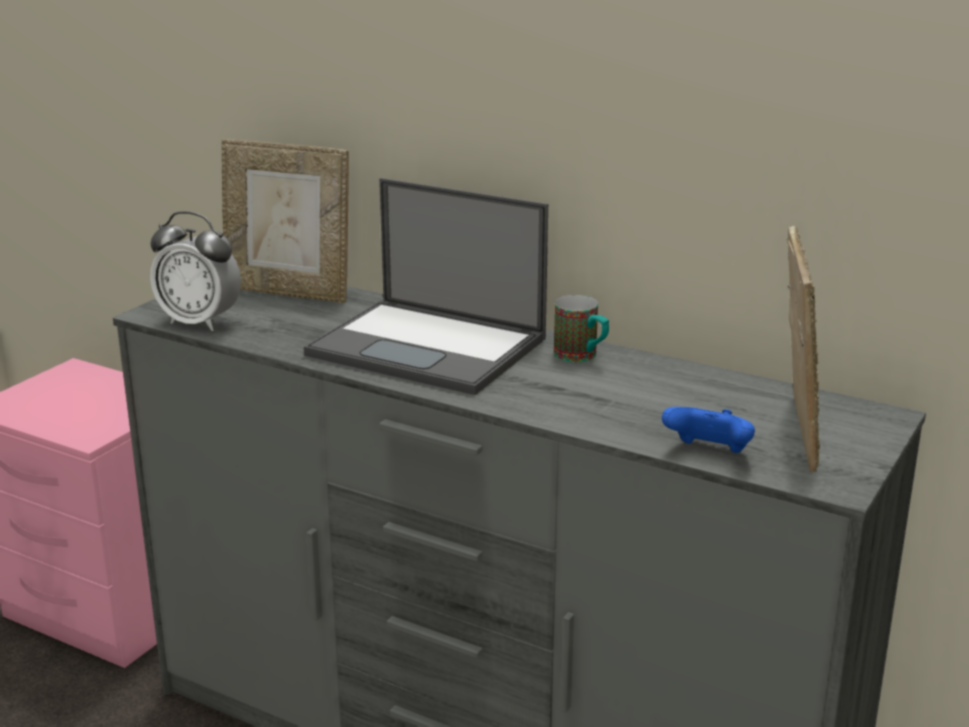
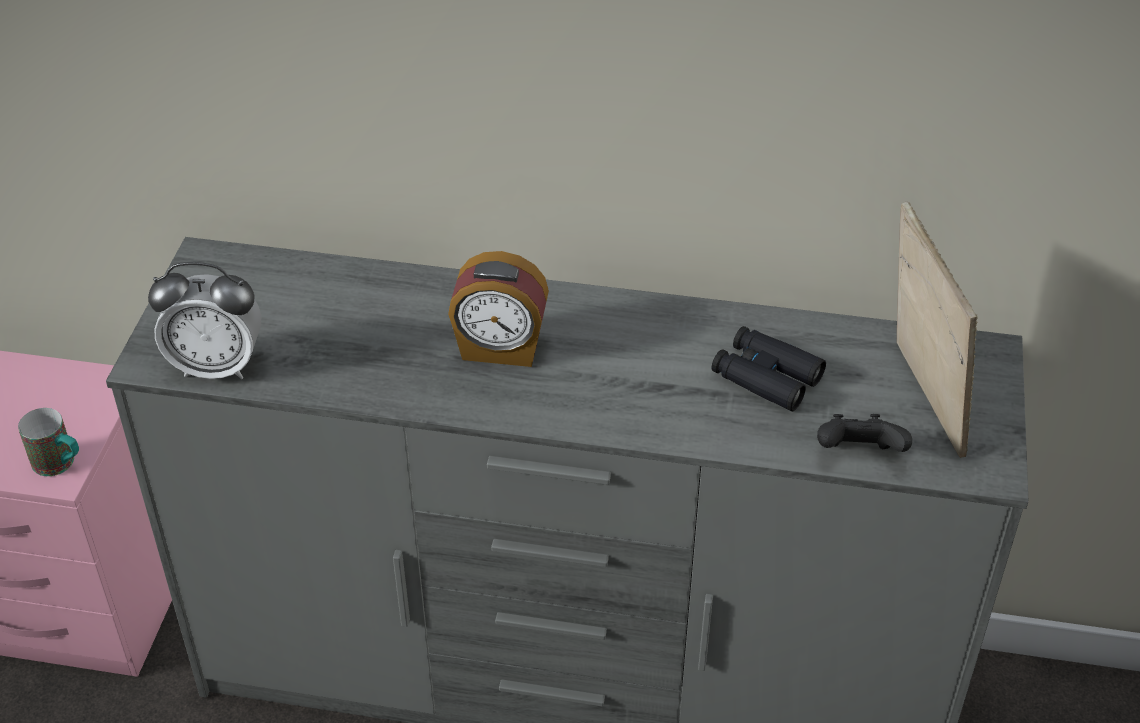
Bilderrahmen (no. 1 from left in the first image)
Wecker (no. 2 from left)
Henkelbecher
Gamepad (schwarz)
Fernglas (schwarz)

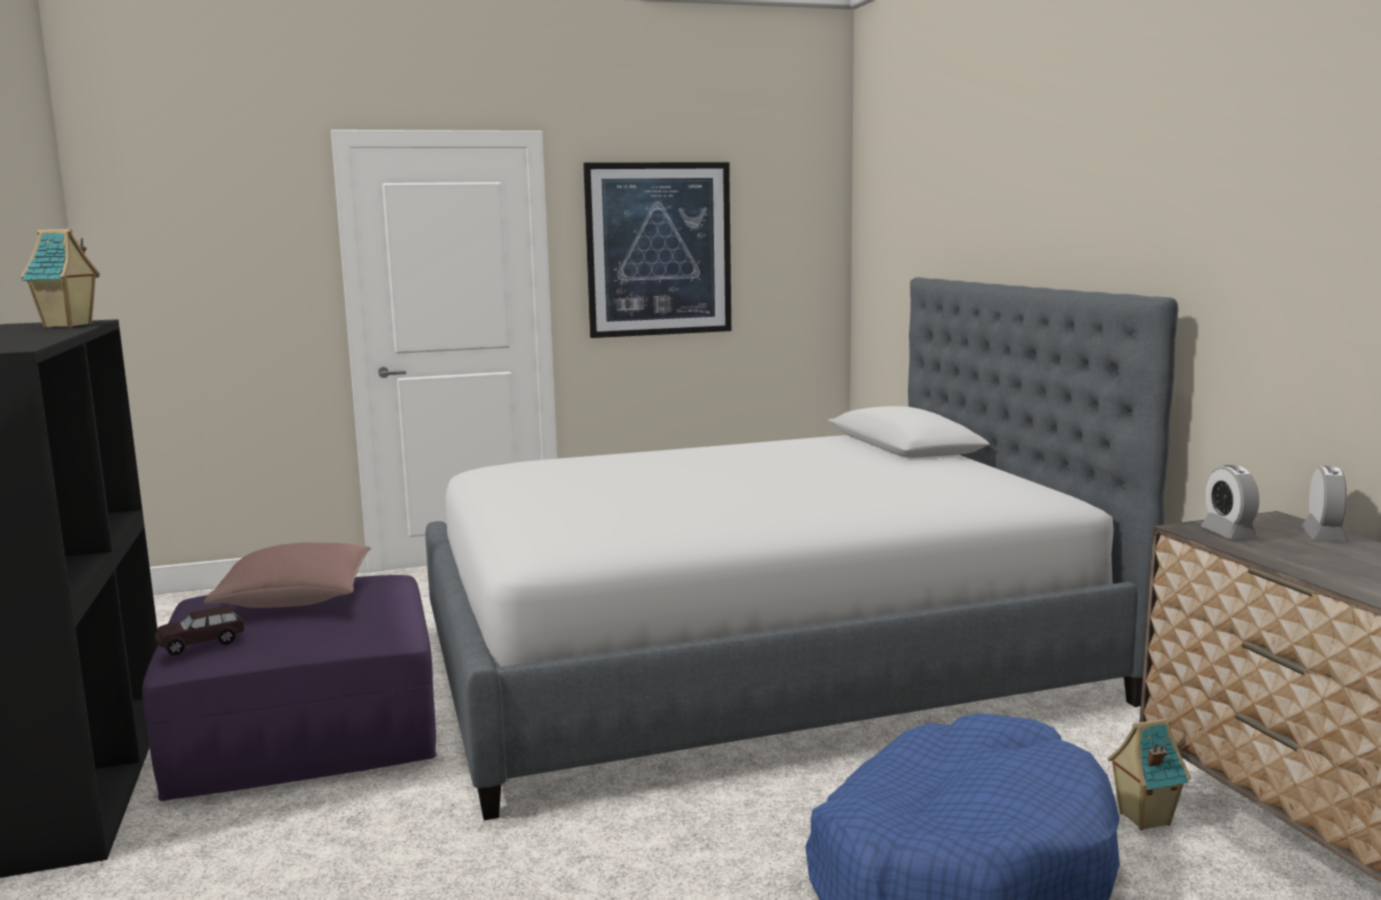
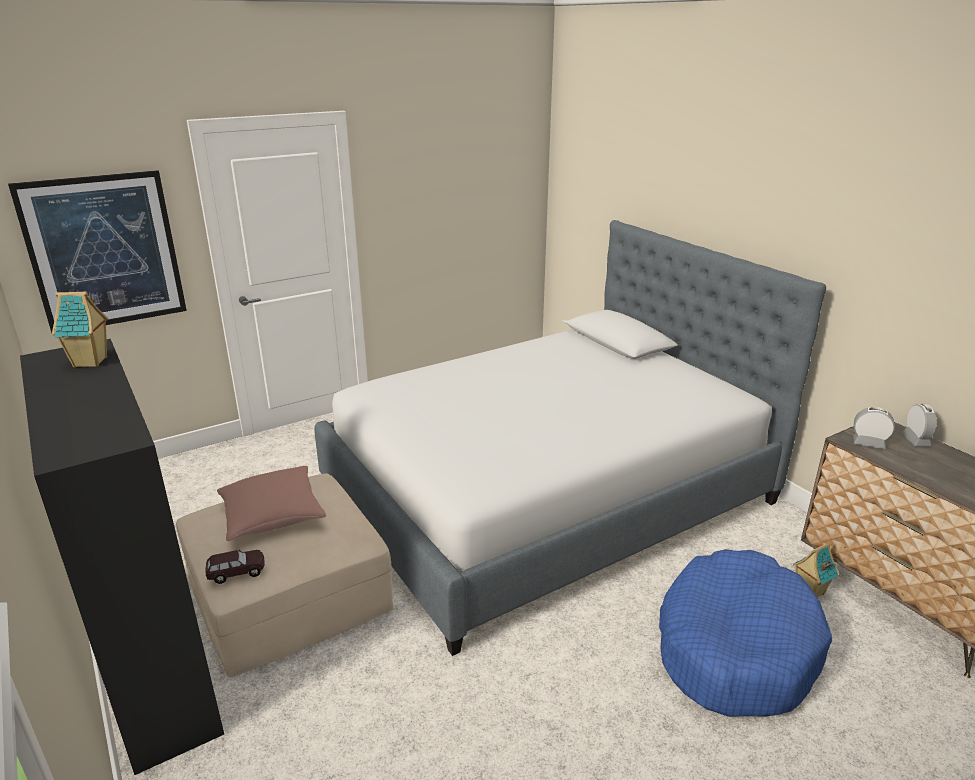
Polsterhocker (beige)
Spielzeugauto (braun)
Bild
Wecker (no. 1 from left)

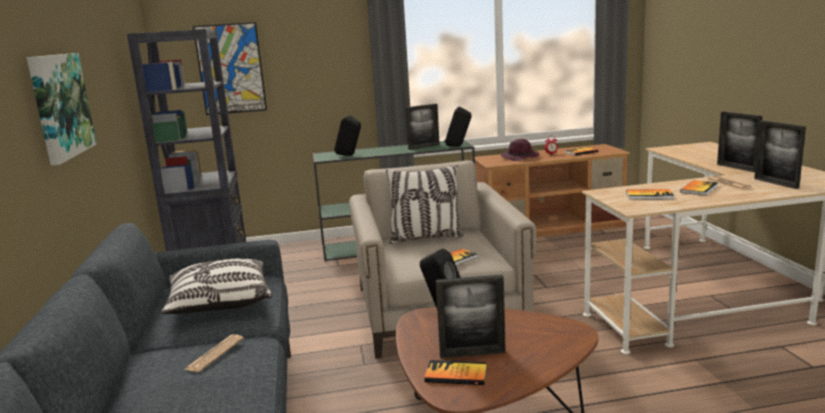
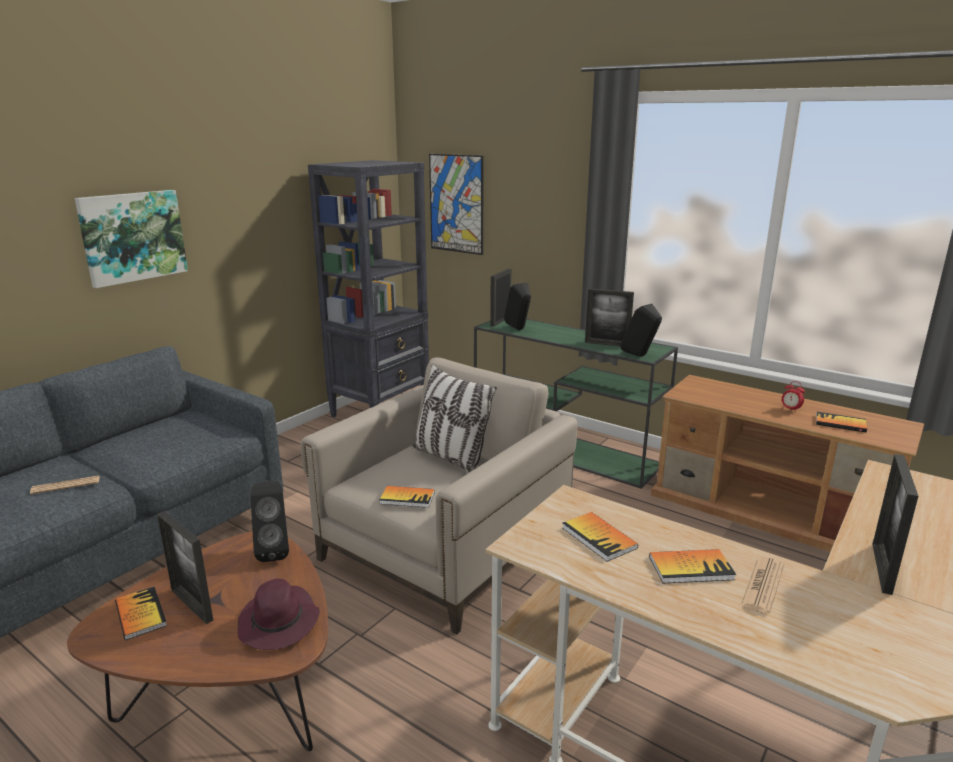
Kissen (no. 1 from left in the first image)
Hut (lila)
Bilderrahmen (no. 2 from left)

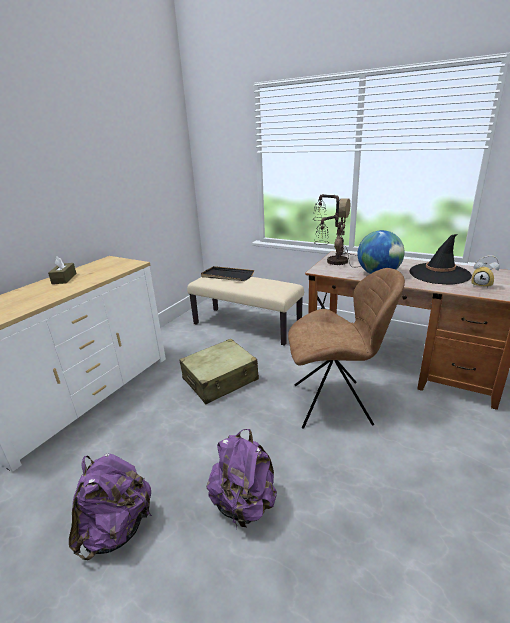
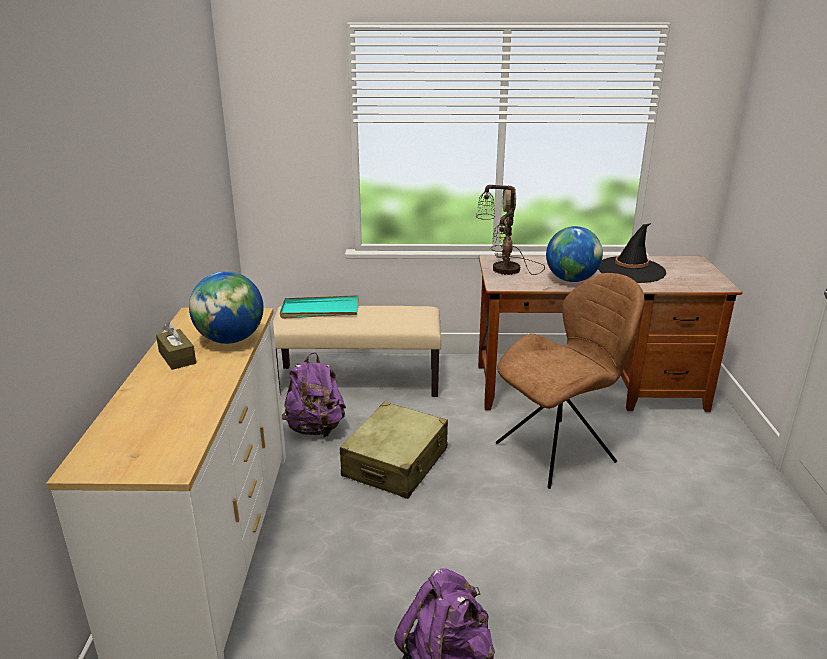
Tablett (türkis)
Rucksack (lila) (no. 1 from left)
Wecker
Globus (no. 1 from left)

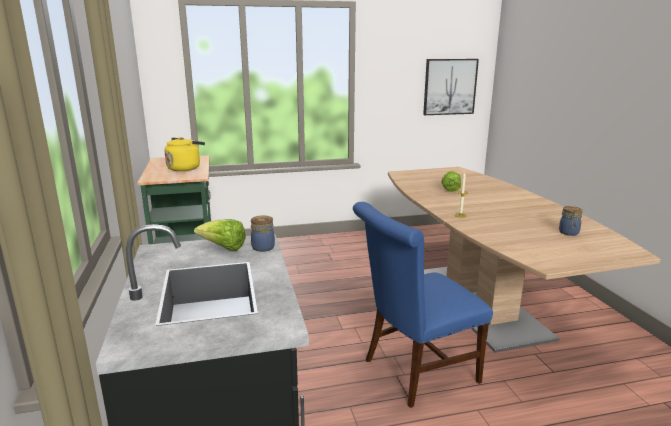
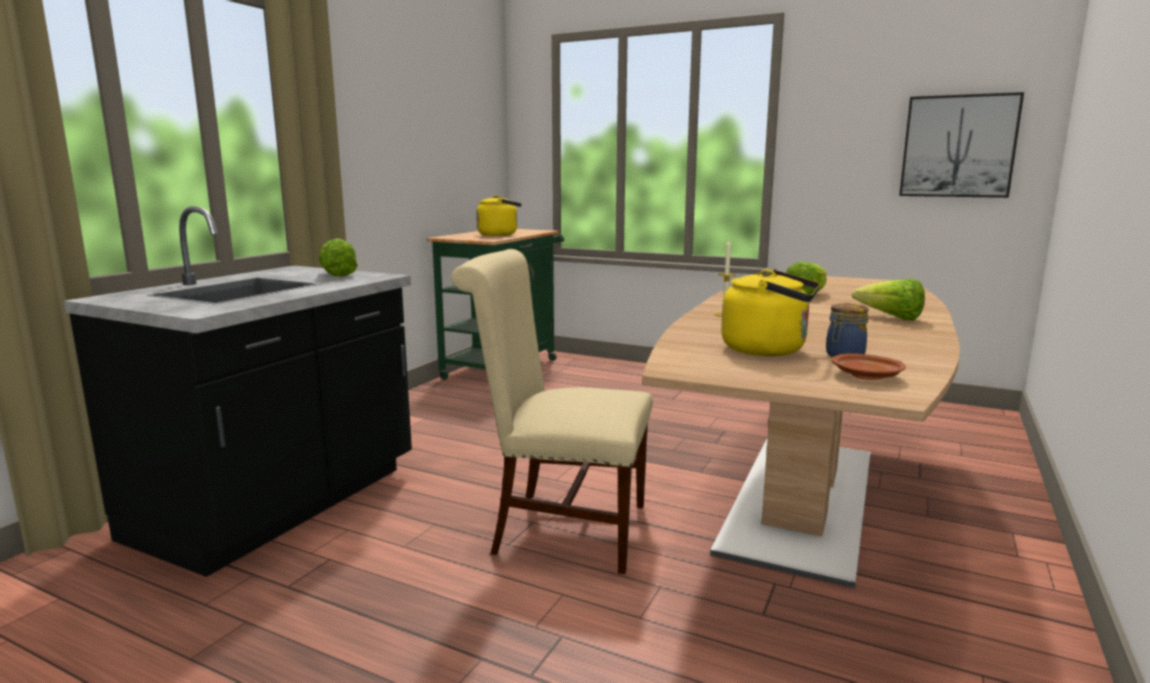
Vorratsglas (no. 1 from left in the first image)
Stuhl (beige)
Wasserkessel (gelb) (no. 2 from left)
Teller (braun)
Salatkopf (no. 3 from left)

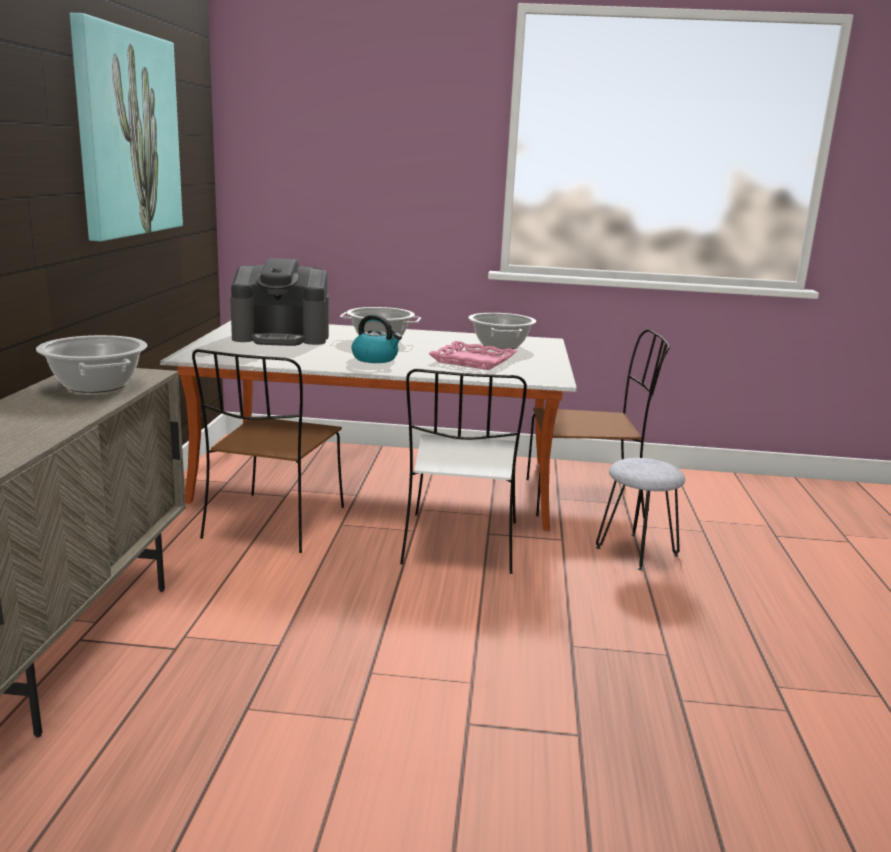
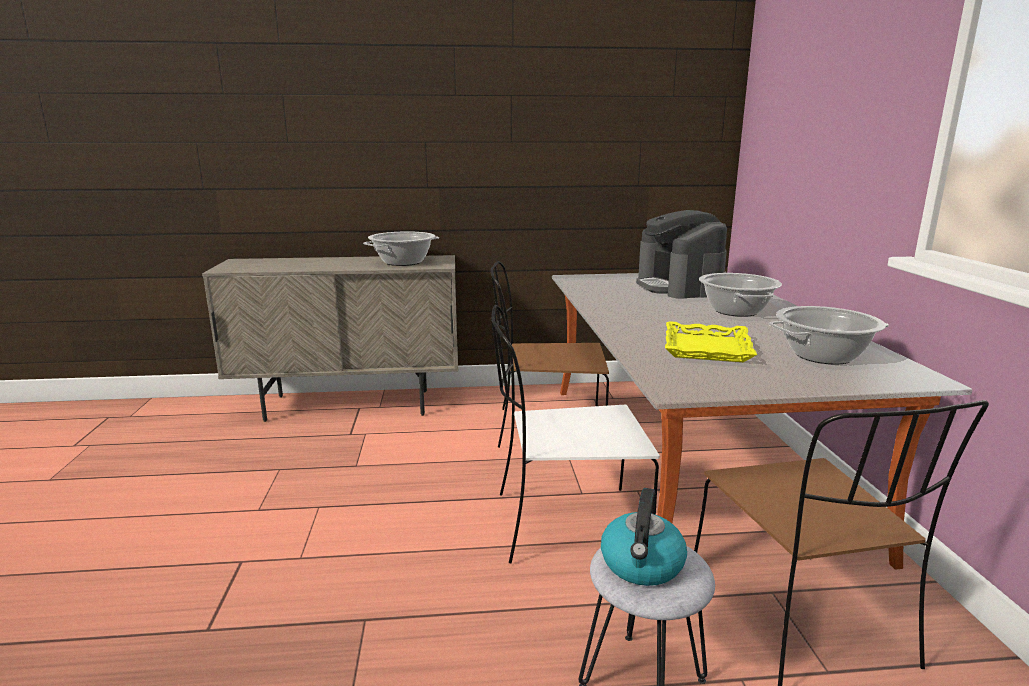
Bild
Wasserkessel
Tablett (gelb)

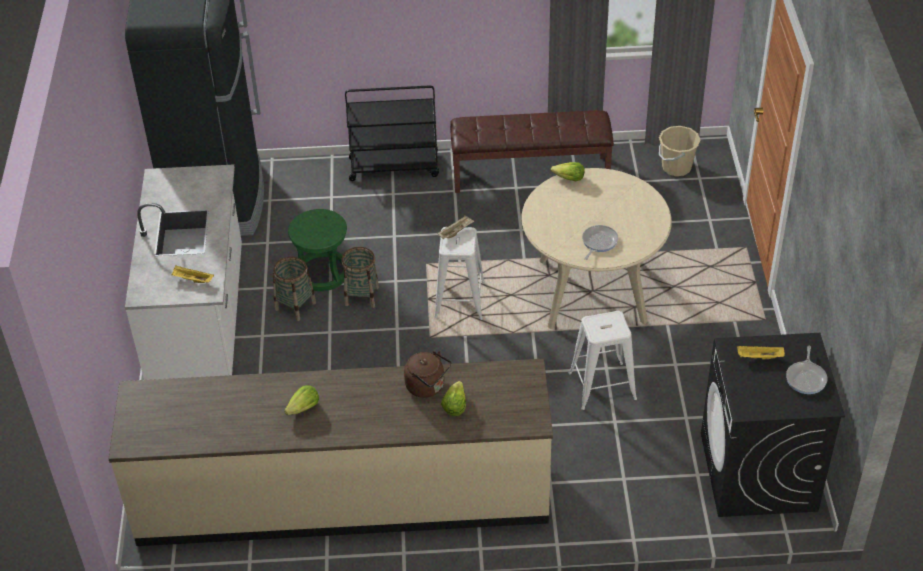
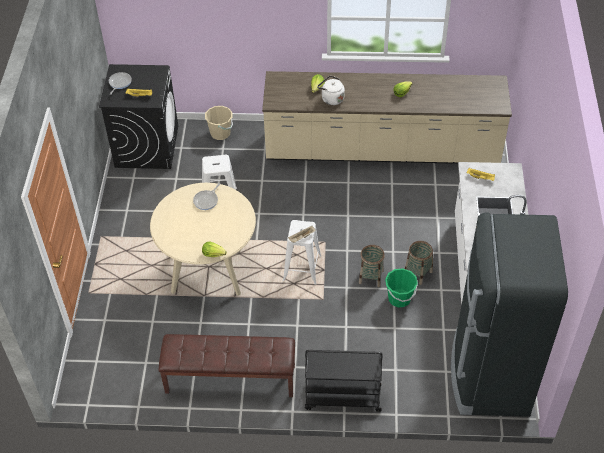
Eimer (grün)
Wasserkessel (weiß)
Eimer (beige)

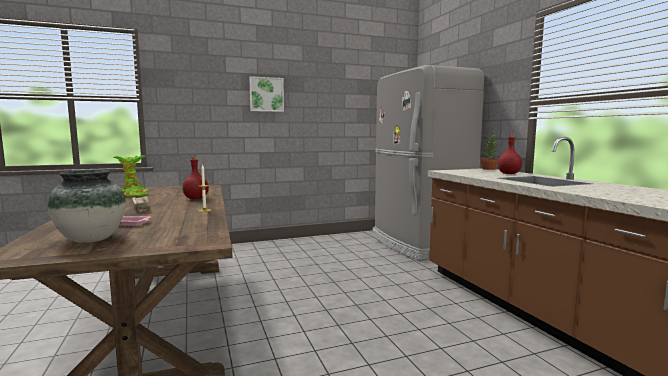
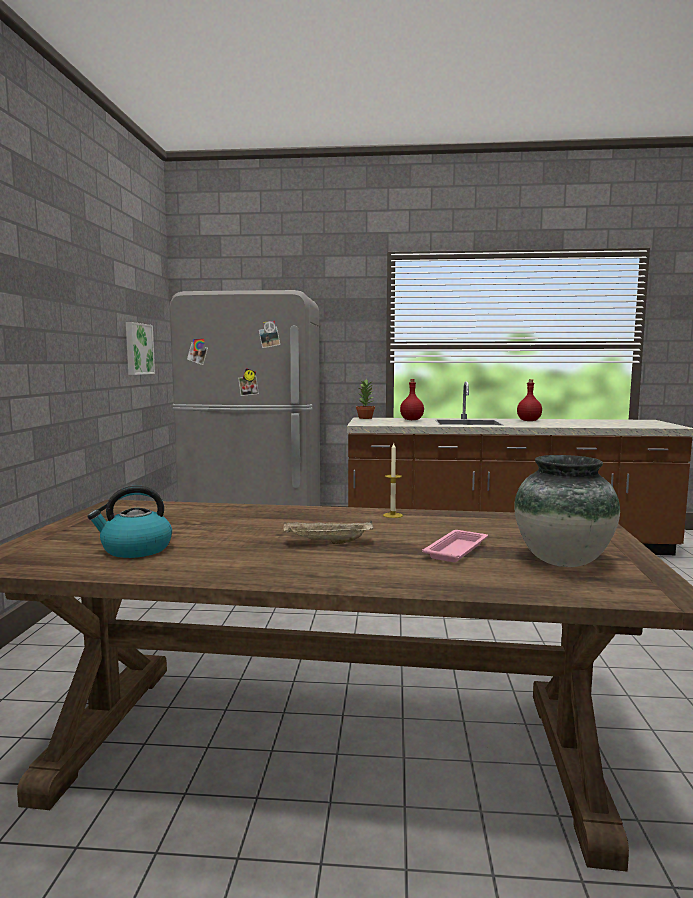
Wasserkessel
Flasche (rot) (no. 2 from left)
Bild

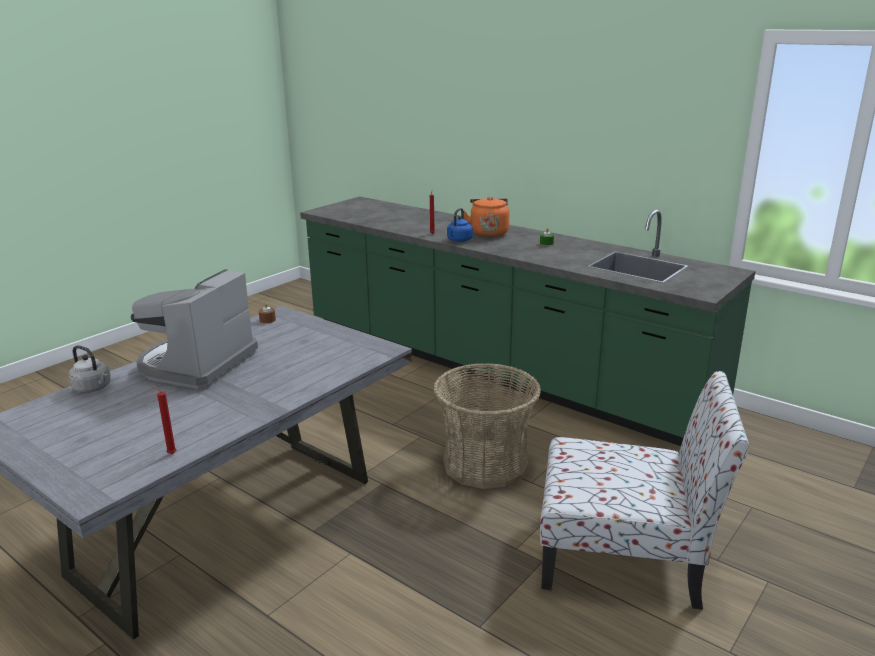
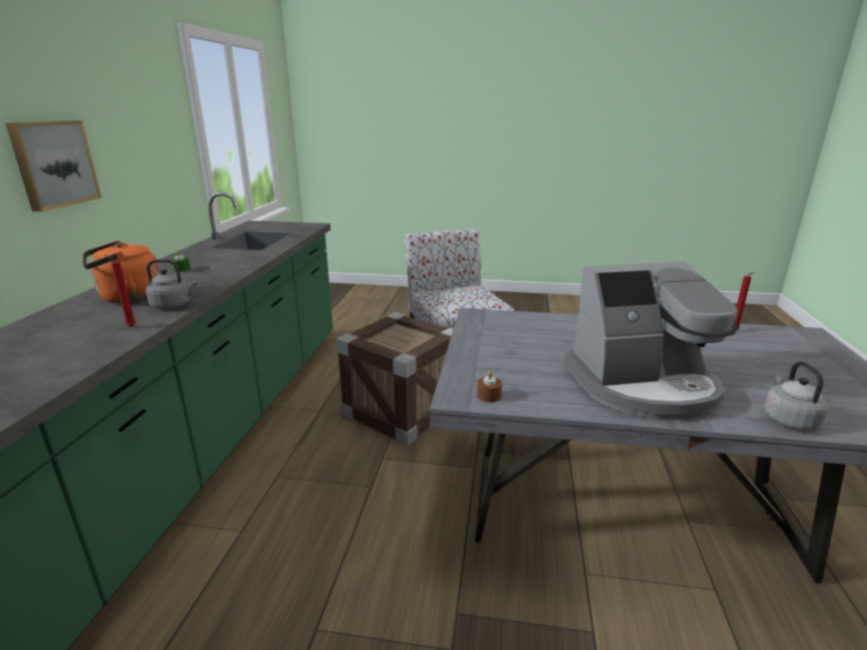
Kiste
Wasserkessel (grau) (no. 1 from left)
Bild

